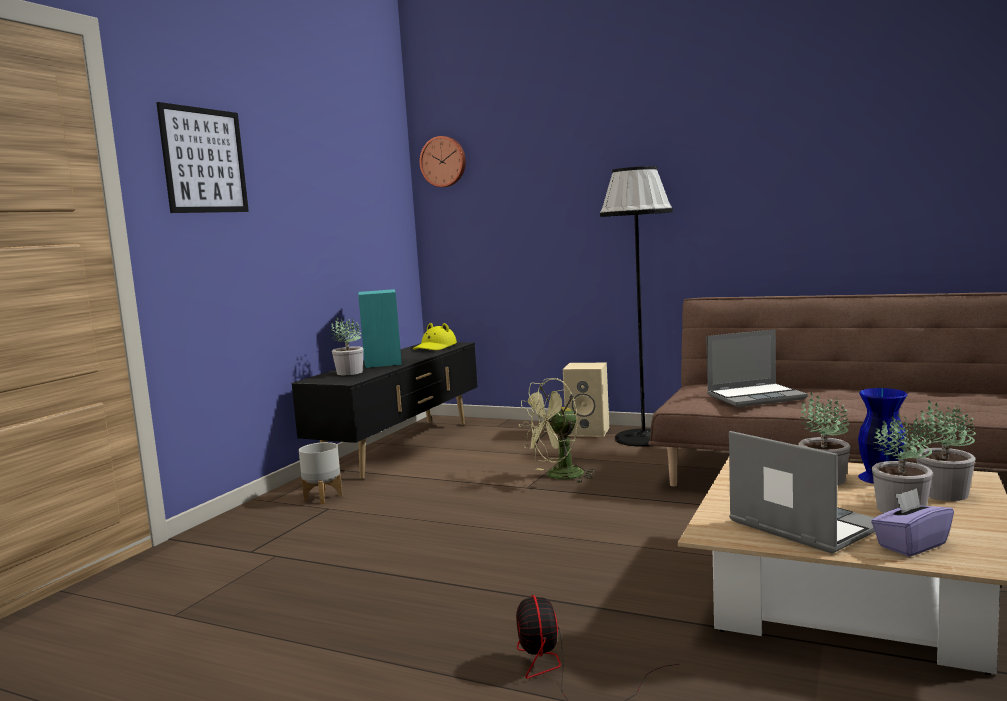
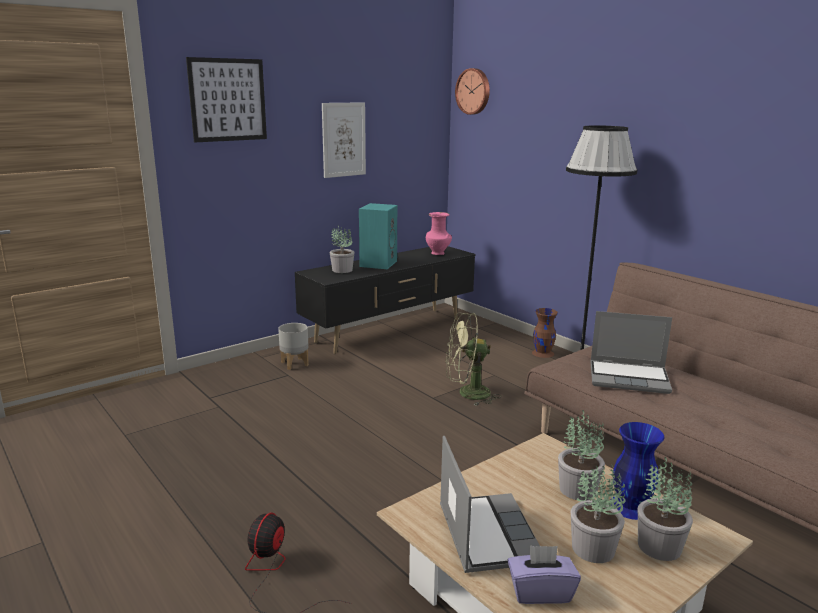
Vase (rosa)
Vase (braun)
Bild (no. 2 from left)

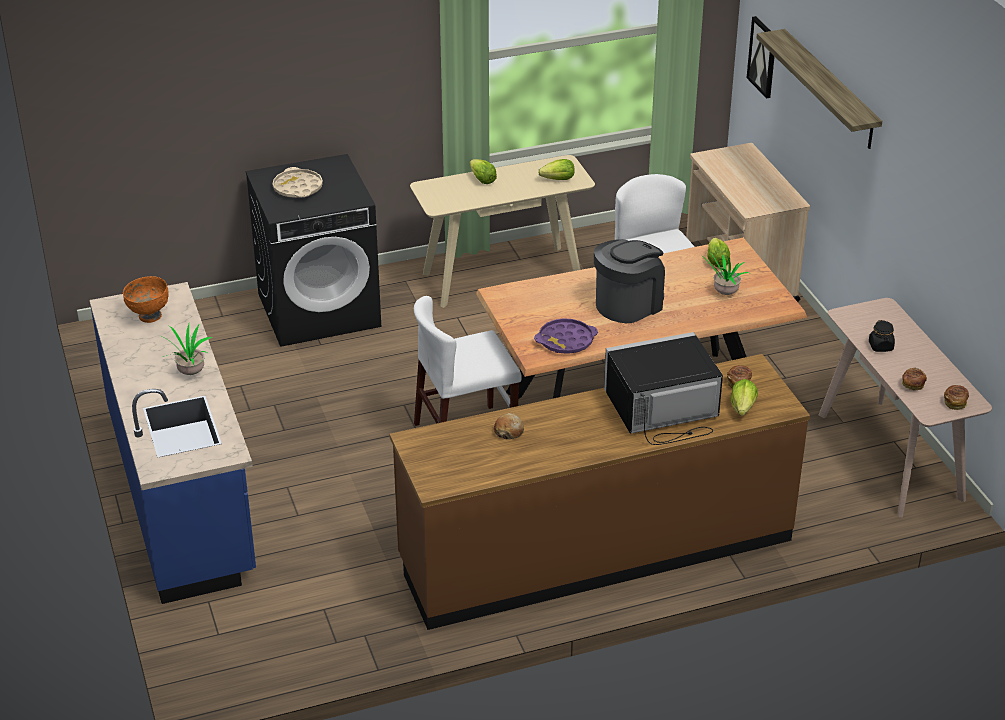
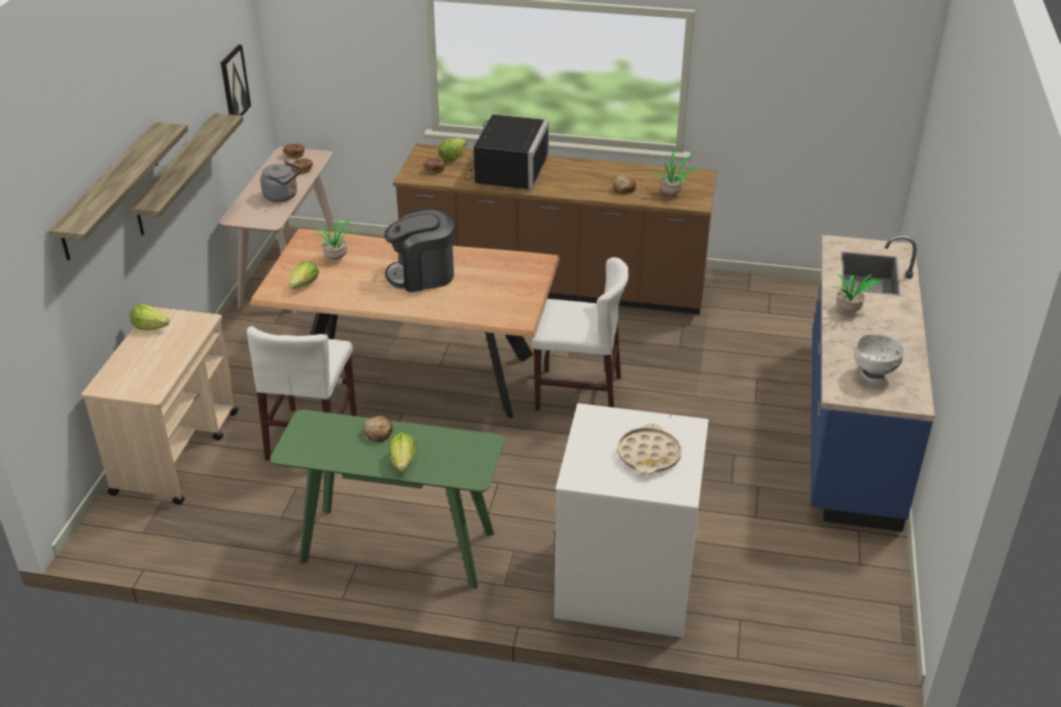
Schüssel (weiß)
Waschmaschine (weiß)
Konsolentisch (grün)
Tablett (lila)
Salatkopf (no. 1 from left)
Mikrowelle (schwarz)
Bild
Wasserkessel (grau)
Wandregal (no. 2 from left)
Brot (no. 3 from left)
Topfpflanze (no. 2 from left)

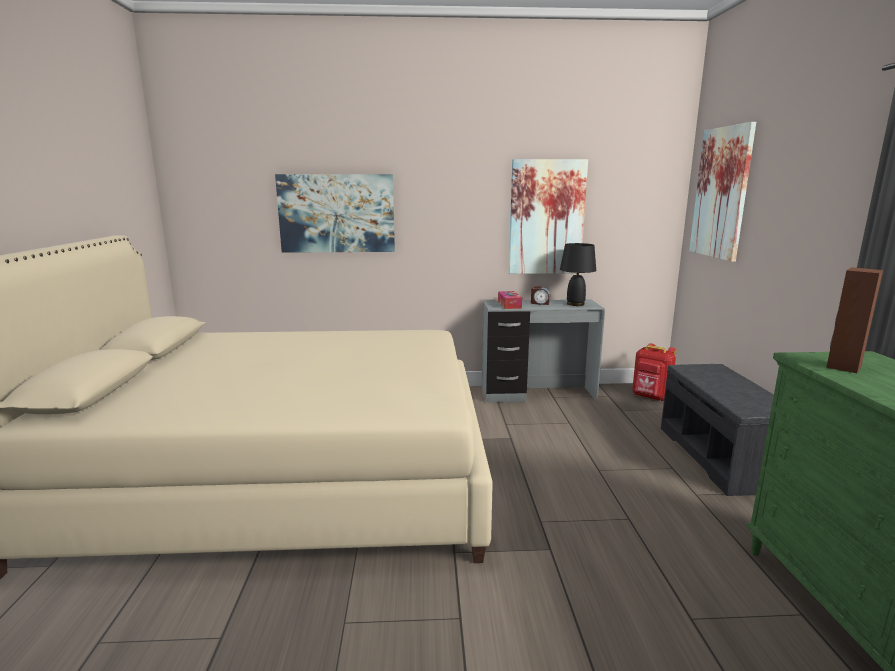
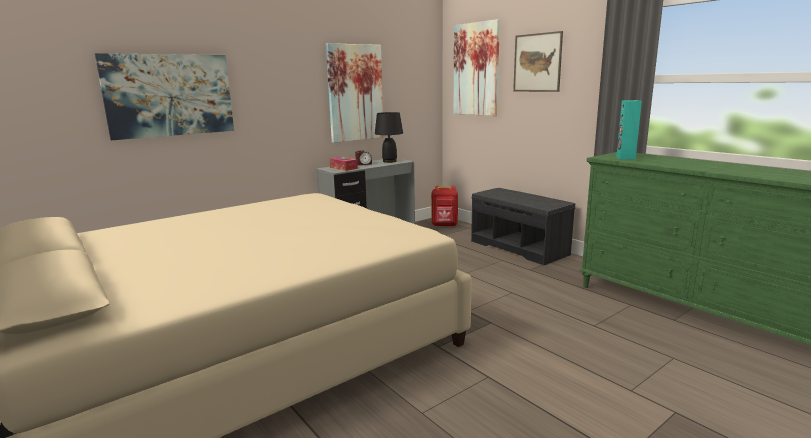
Lautsprecher (türkis)
Bild (no. 4 from left)

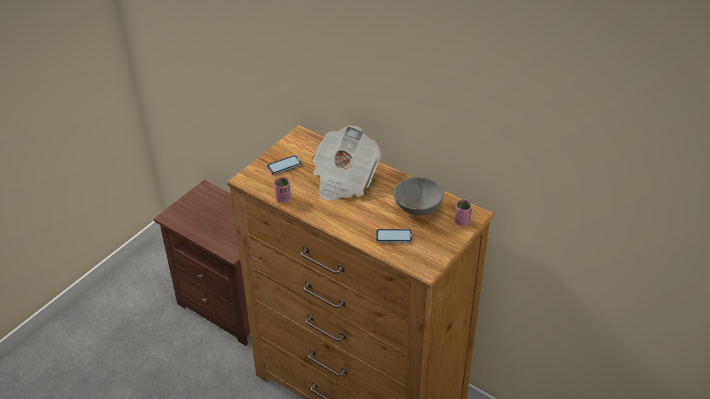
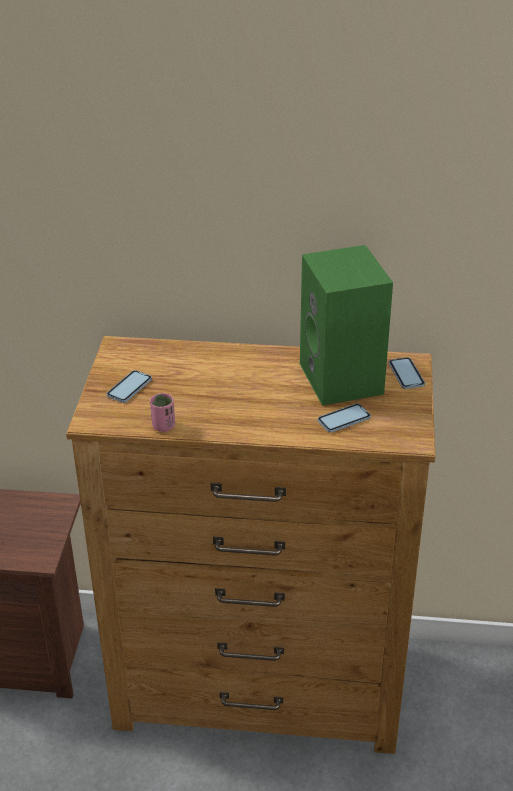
Zeitung
Lautsprecher (grün)
Handy (no. 3 from left)

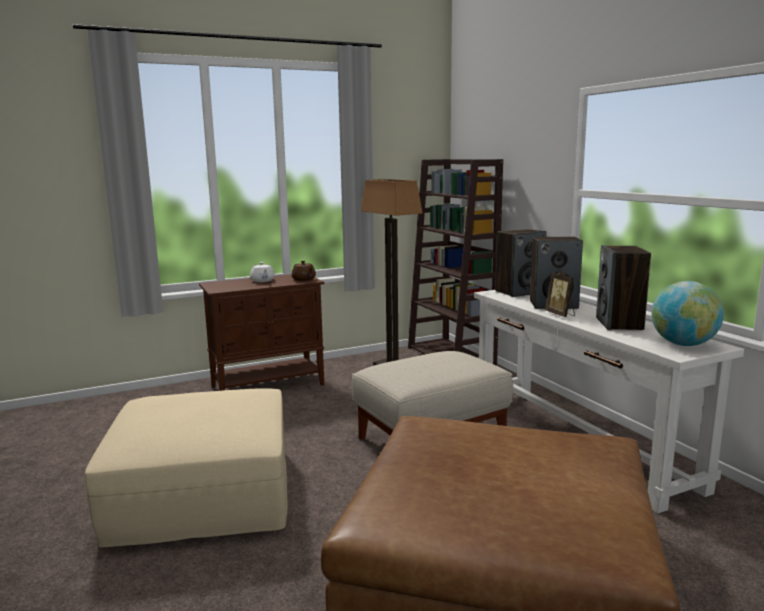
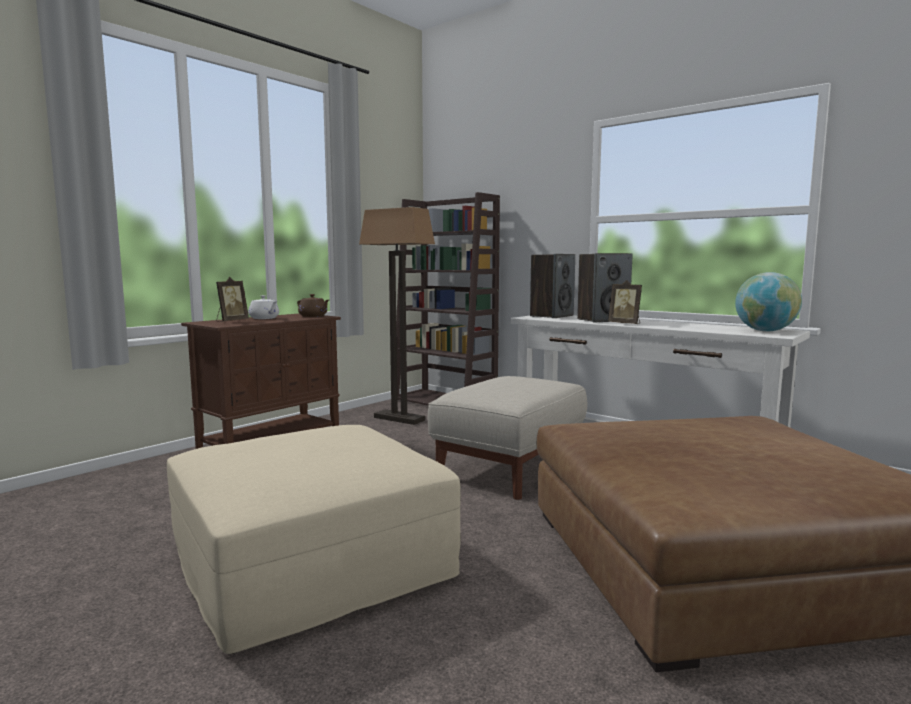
Lautsprecher (no. 3 from left in the first image)
Bilderrahmen (no. 1 from left)

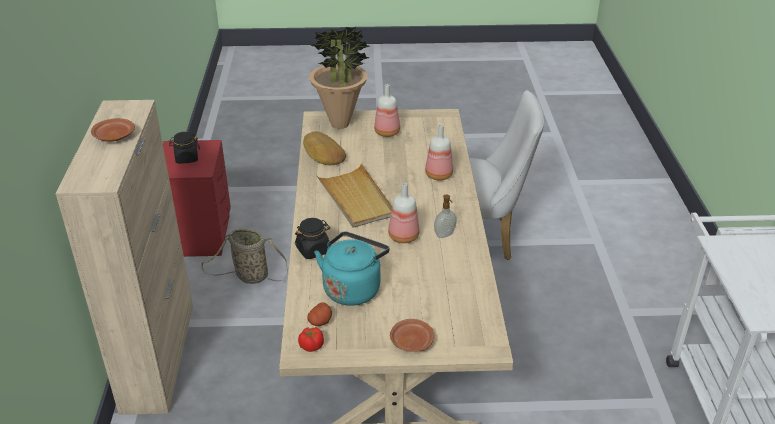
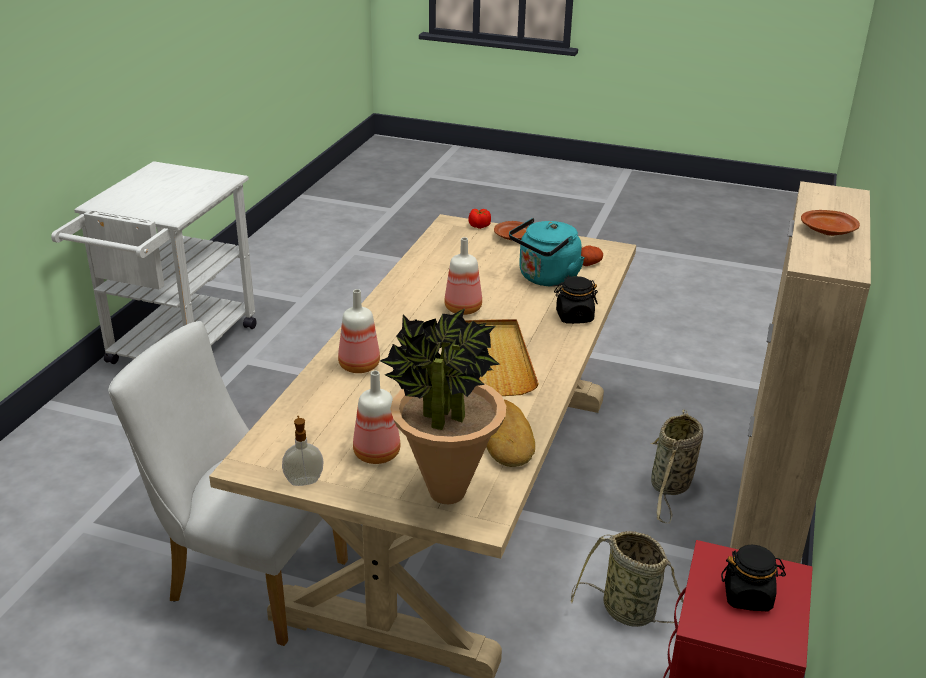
Tomate
Seifenspender
Korb (no. 2 from left)

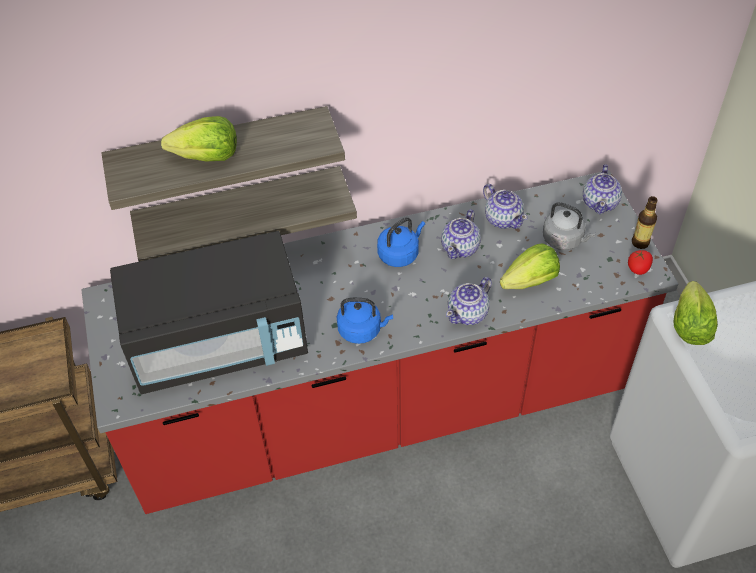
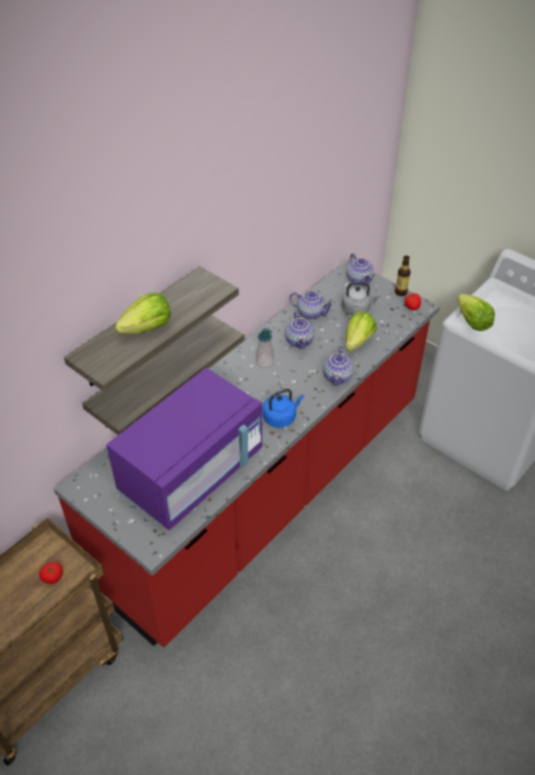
Mikrowelle (lila)
Seifenspender
Tomate (no. 1 from left)

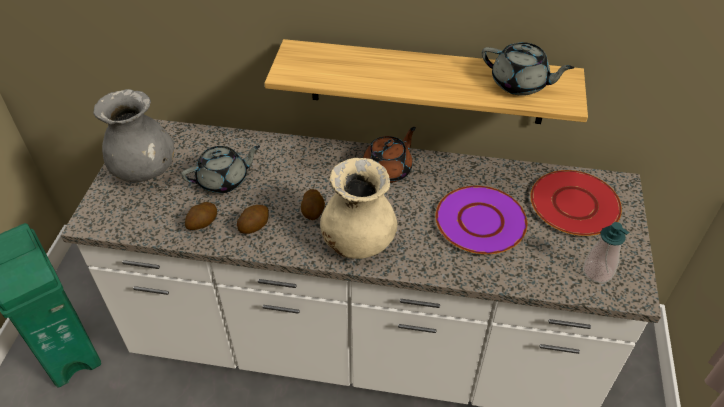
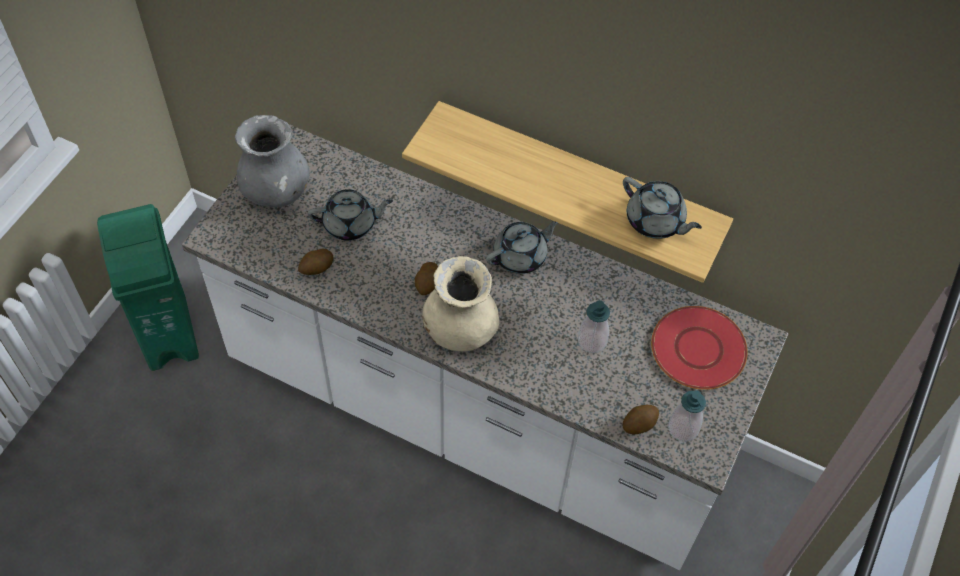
Kartoffel (no. 3 from left)
Teekanne (grau) (no. 2 from left)
Seifenspender (no. 1 from left)

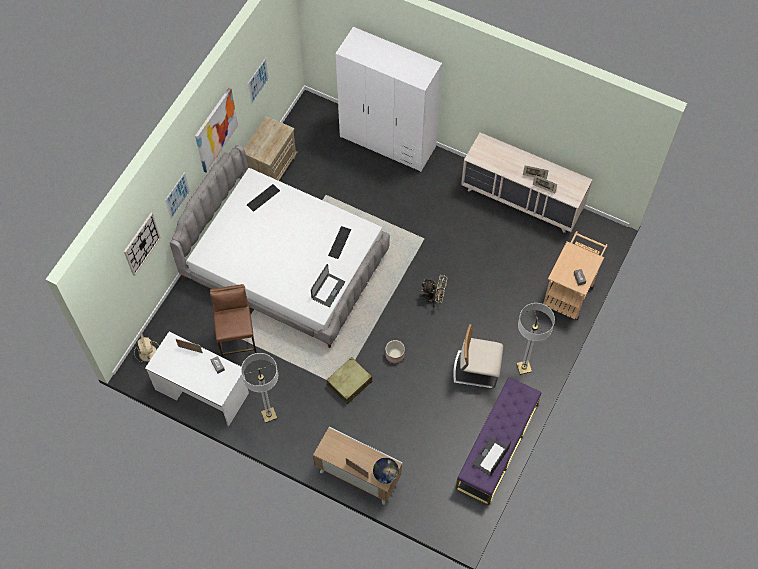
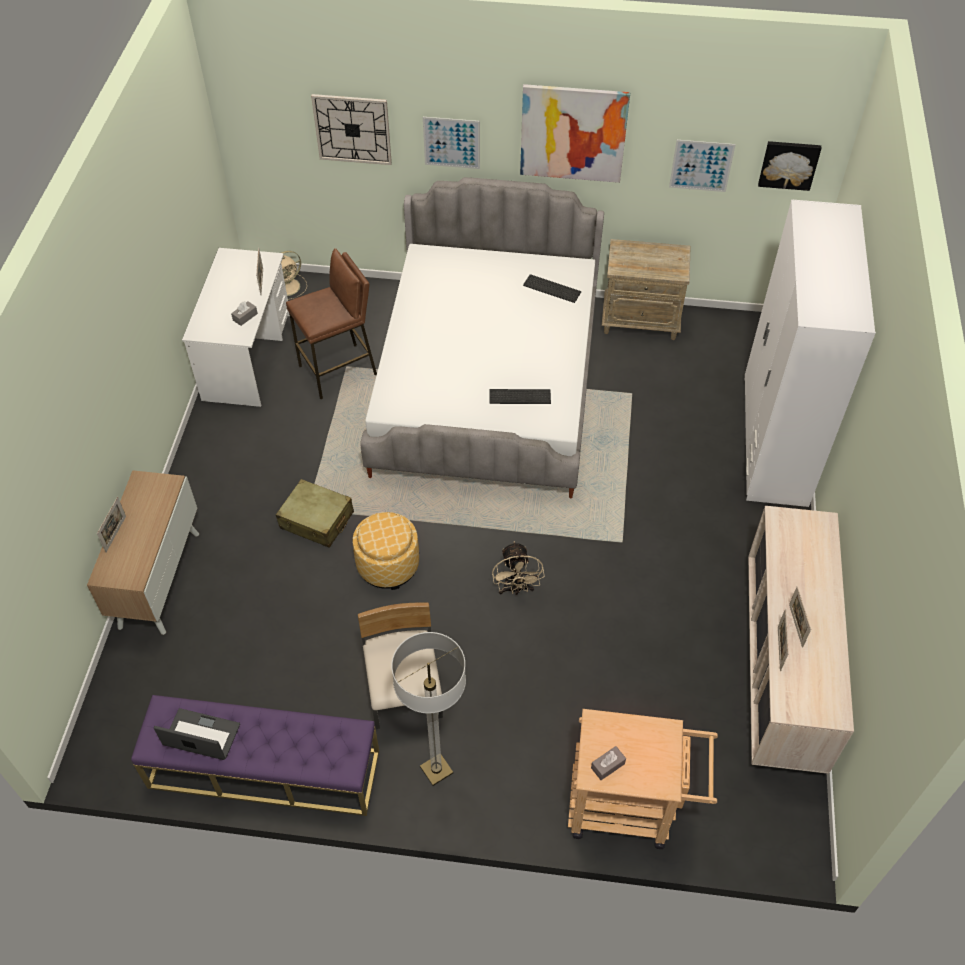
Stehlampe (no. 1 from left in the first image)
Laptop (no. 1 from left in the first image)
Globus
Polsterhocker
Bild (no. 4 from left)

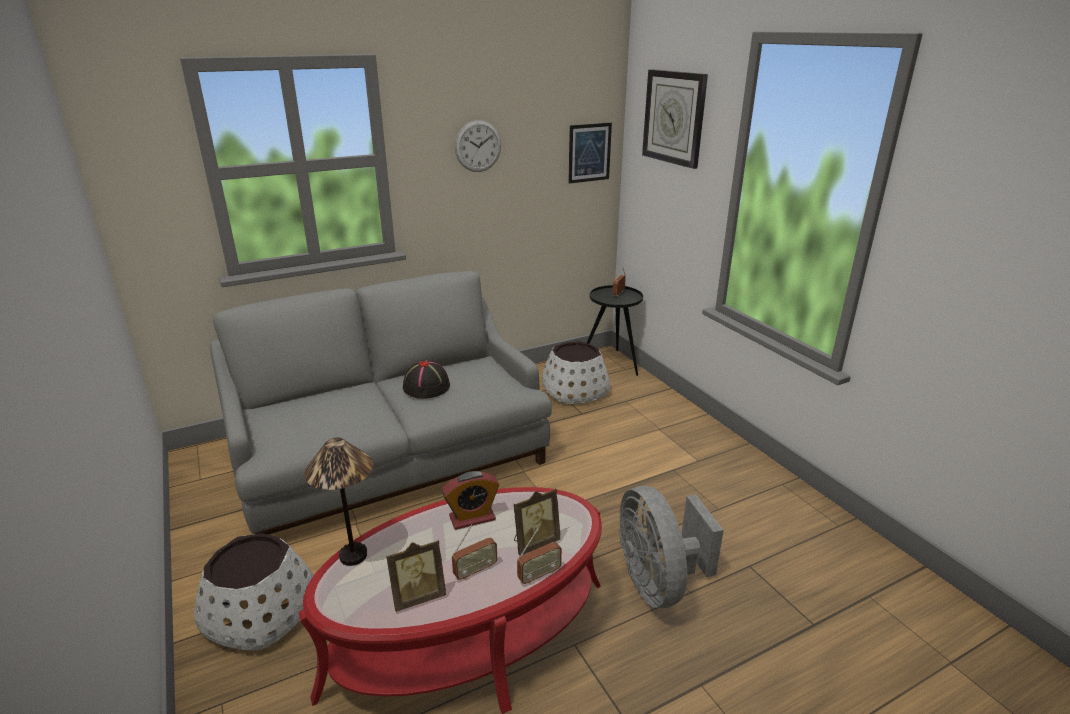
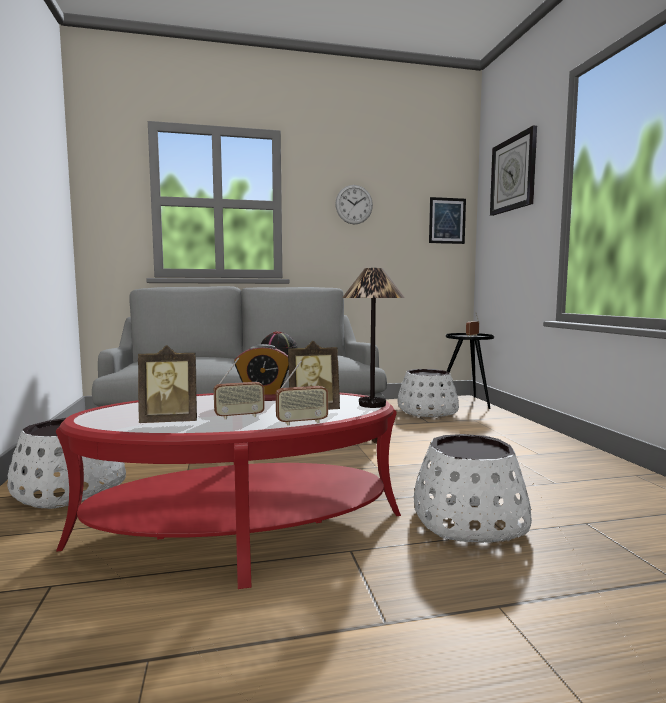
Tischlampe
Pflanzkübel (weiß) (no. 3 from left)

